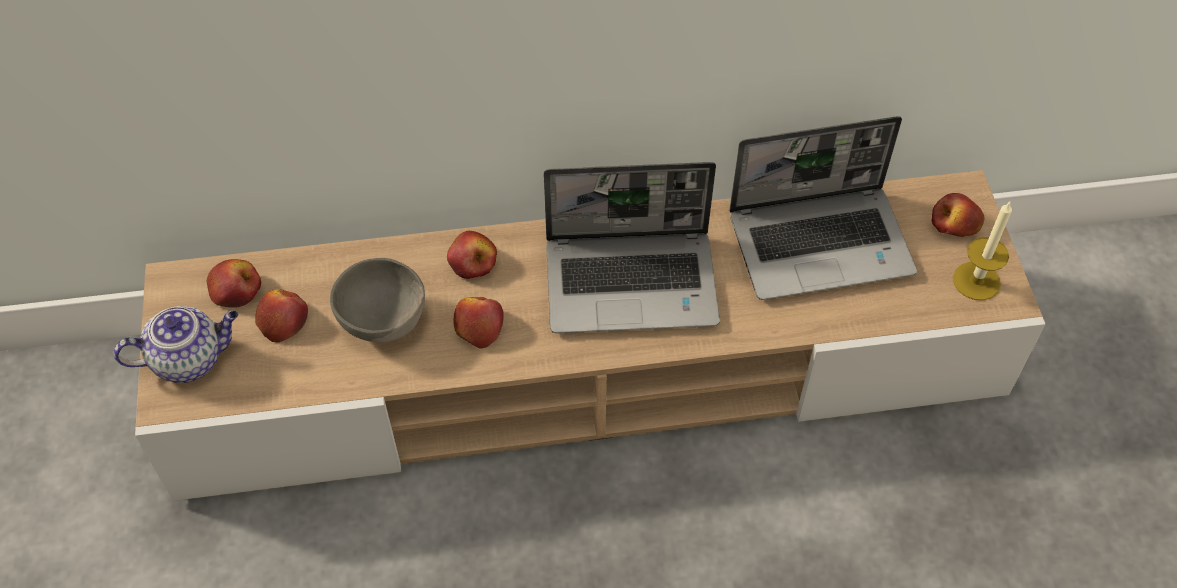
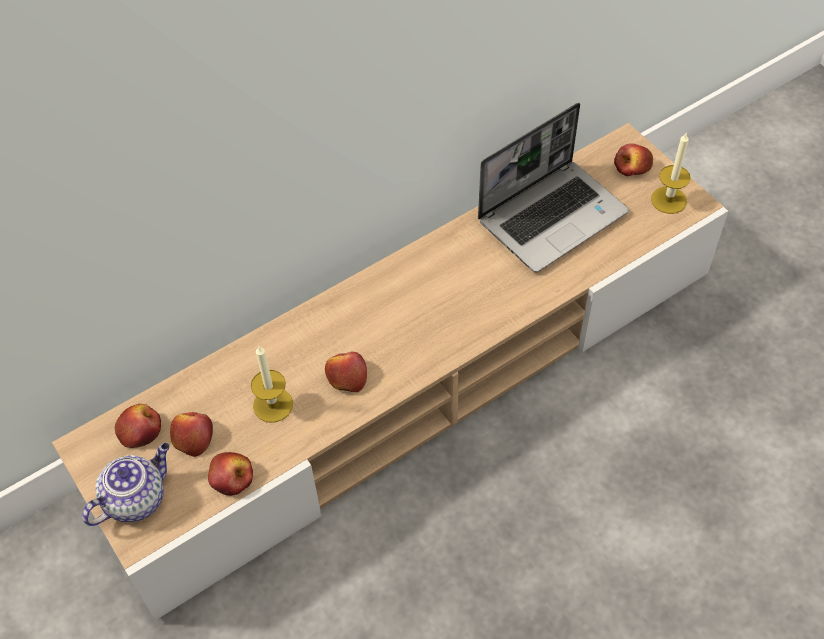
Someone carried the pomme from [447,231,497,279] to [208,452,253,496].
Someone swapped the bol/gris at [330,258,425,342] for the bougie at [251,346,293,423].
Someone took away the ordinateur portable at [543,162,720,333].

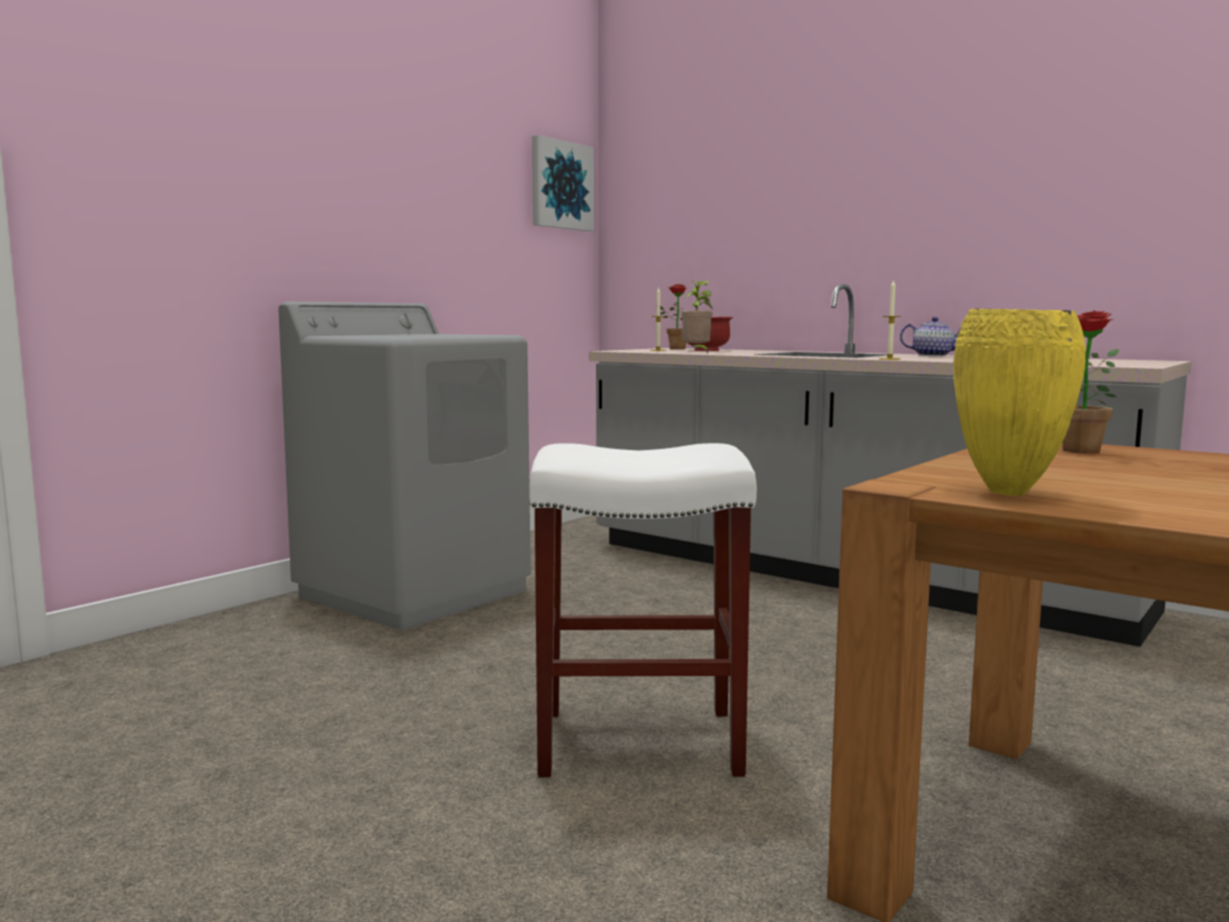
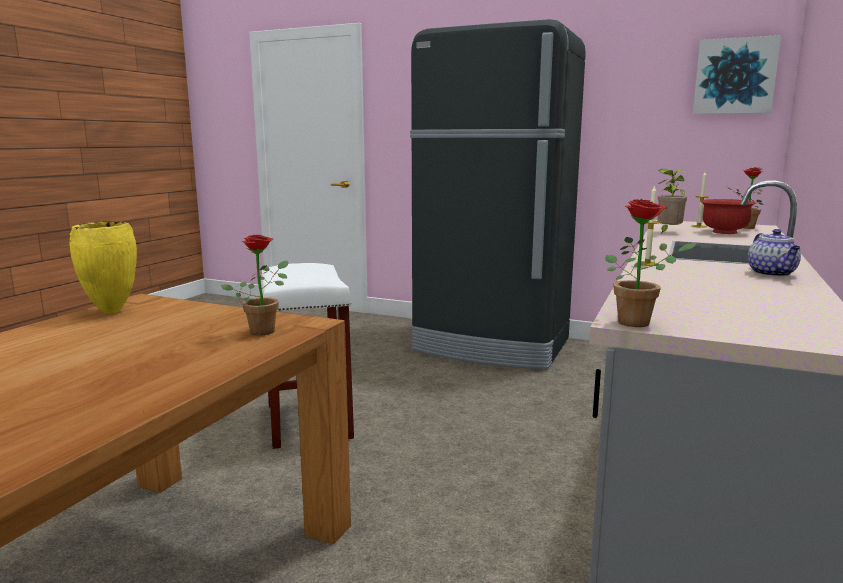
Someone swapped the lave-linge/gris at [278,302,531,630] for the réfrigérateur/noir at [410,19,586,369].
Someone put down the plante en pot at [605,199,697,327].

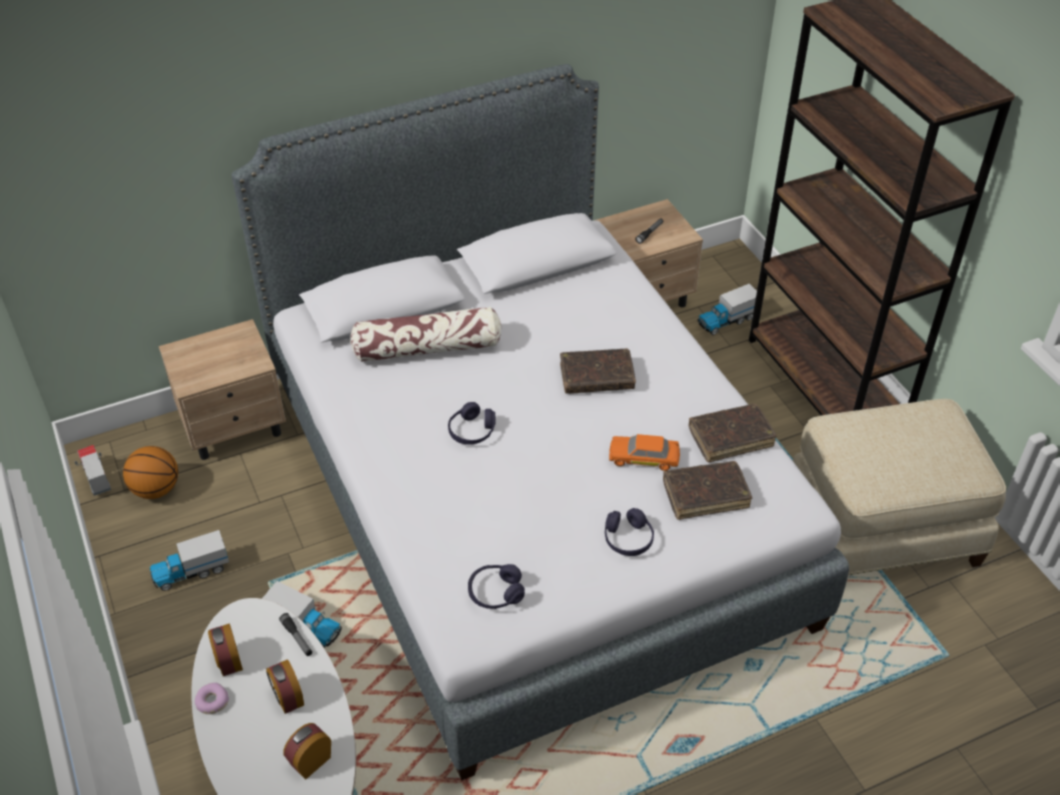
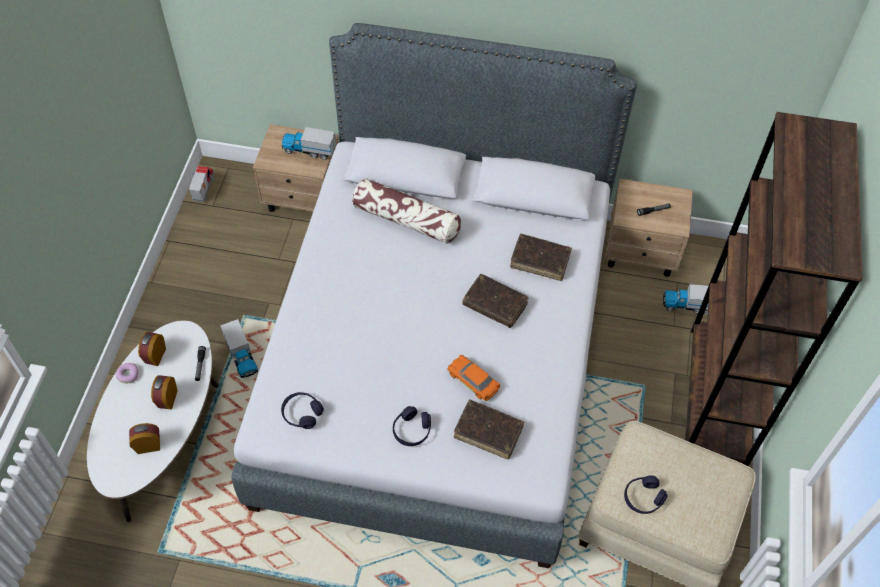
Someone carried the camion jouet from [150,530,229,591] to [282,127,336,160].
Someone carried the livre/marron from [689,404,777,463] to [510,234,572,281].
Someone carried the casque audio/violet from [448,402,495,445] to [624,475,668,514].
Someone took away the ballon de basket at [123,446,178,499].

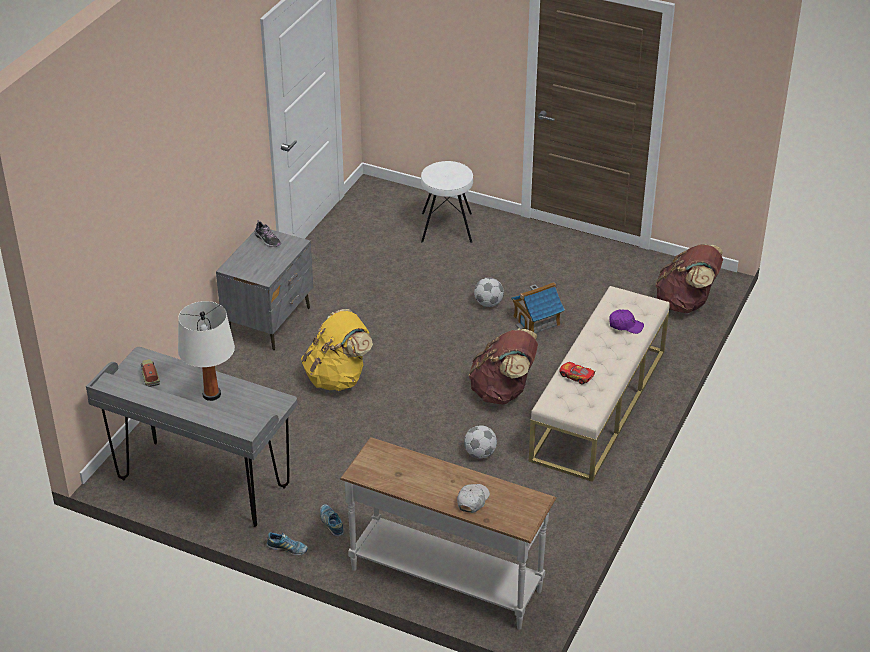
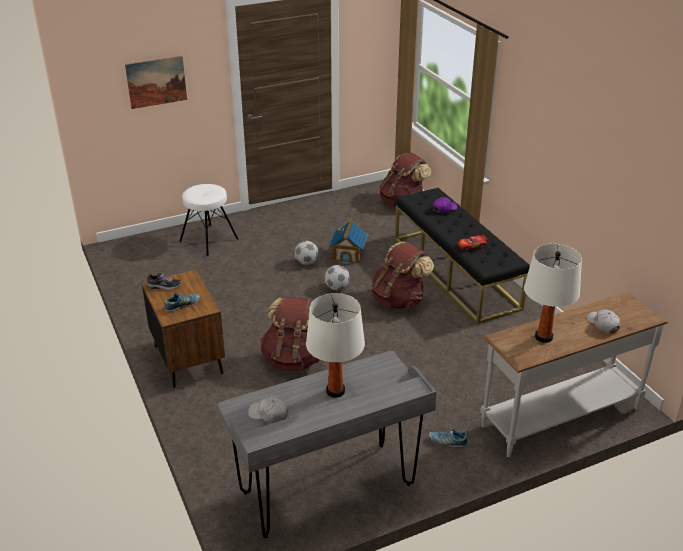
Someone put up the tableau at [125,56,187,109].
Someone repainted the table de chevet/gris at [216,229,313,350], which became the table de chevet/marron at [141,270,225,388].
Someone carried the chaussure from [267,532,308,555] to [165,293,200,312].
Someone swapped the camion jouet at [141,359,160,387] for the casquette/blanc at [248,396,288,423].
Someone repainted the sac à dos/jaune at [301,309,373,391], which became the sac à dos/marron at [260,297,320,372].
Someone carried the ballon de foot from [464,425,497,459] to [325,265,350,290].
Someone repainted the banc/beige at [529,286,670,482], which became the banc/noir at [395,188,530,324].
Someone put down the lampe de table/blanc at [524,244,582,343].

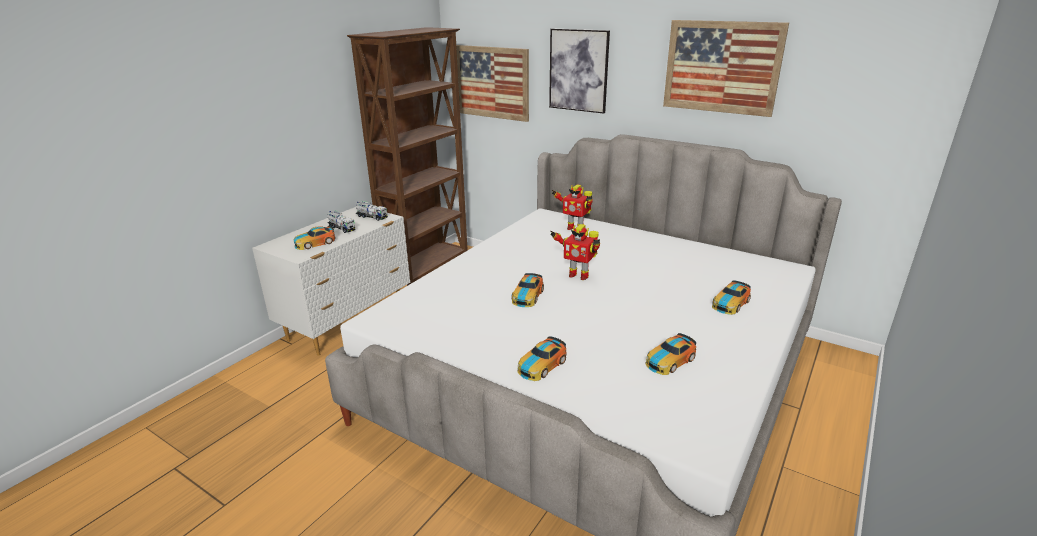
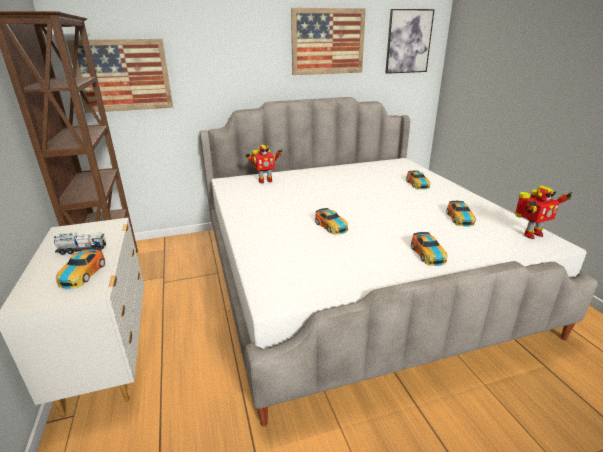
Someone carried the tableau from [549,28,610,113] to [385,9,435,74].
Someone carried the robot jouet from [550,224,600,280] to [515,186,573,239].
Someone took away the camion jouet at [355,201,388,221].

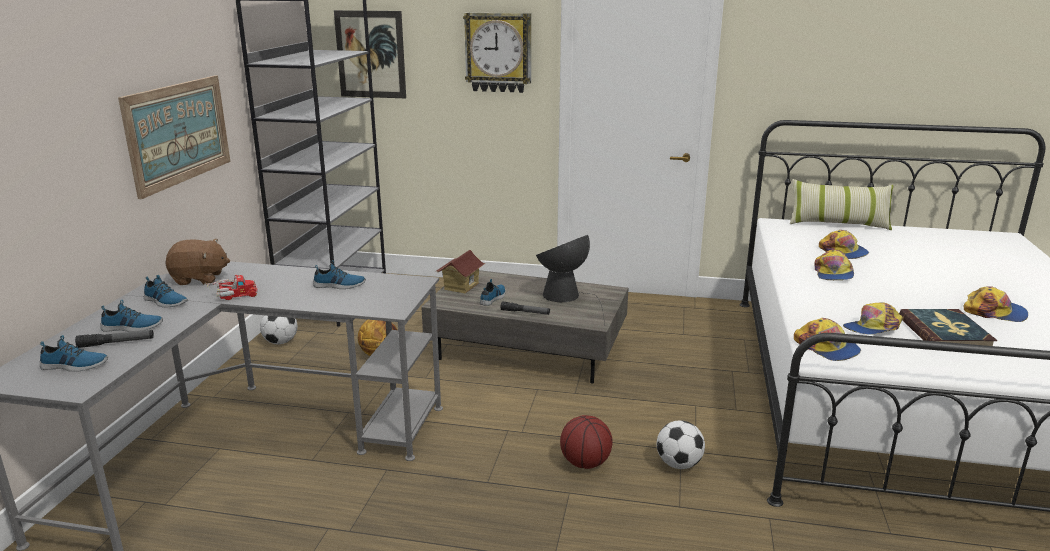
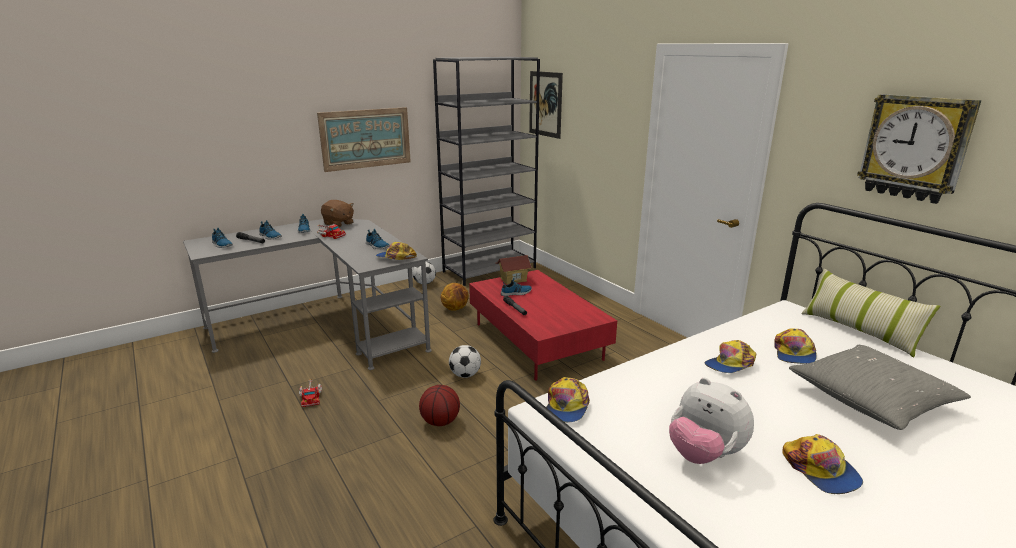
Someone put down the camion jouet at [299,378,322,407].
Someone carried the casquette from [843,302,903,335] to [376,242,417,260].
Someone carried the ballon de foot from [657,420,705,469] to [449,345,481,378].
Someone repainted the table basse/gris at [421,270,628,383], which became the table basse/rouge at [469,270,617,381].
Someone swapped the livre at [899,309,997,346] for the peluche at [669,378,754,464].
Someone put down the coussin/gris at [789,345,971,430].
Someone carried the horloge murale from [463,13,531,93] to [857,94,982,204].
Someone took away the lampe de table at [536,235,605,326].

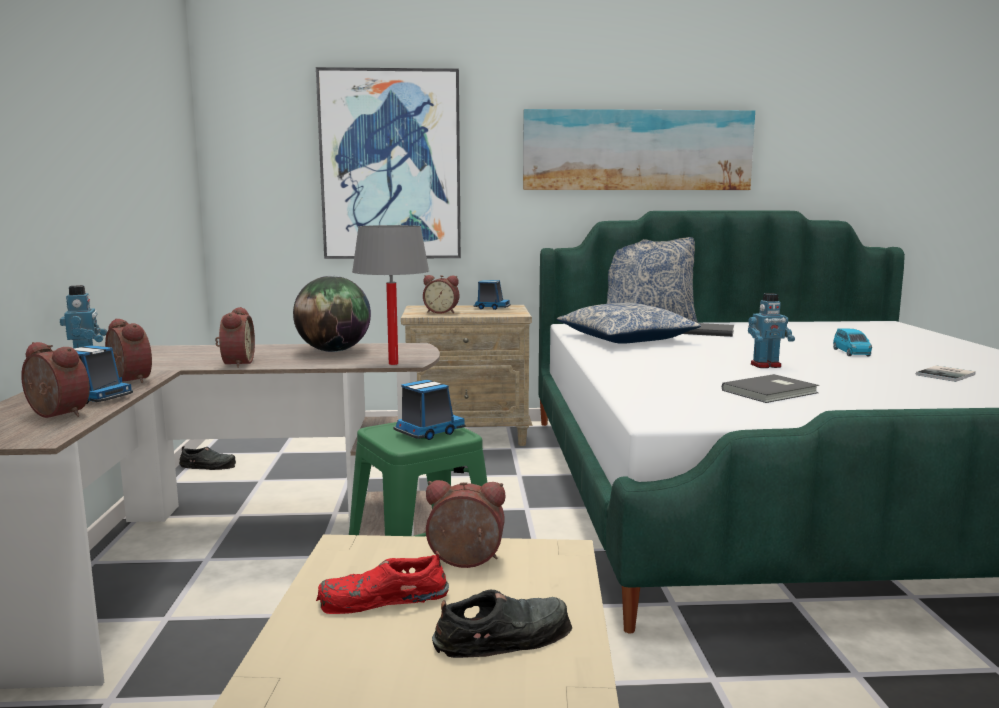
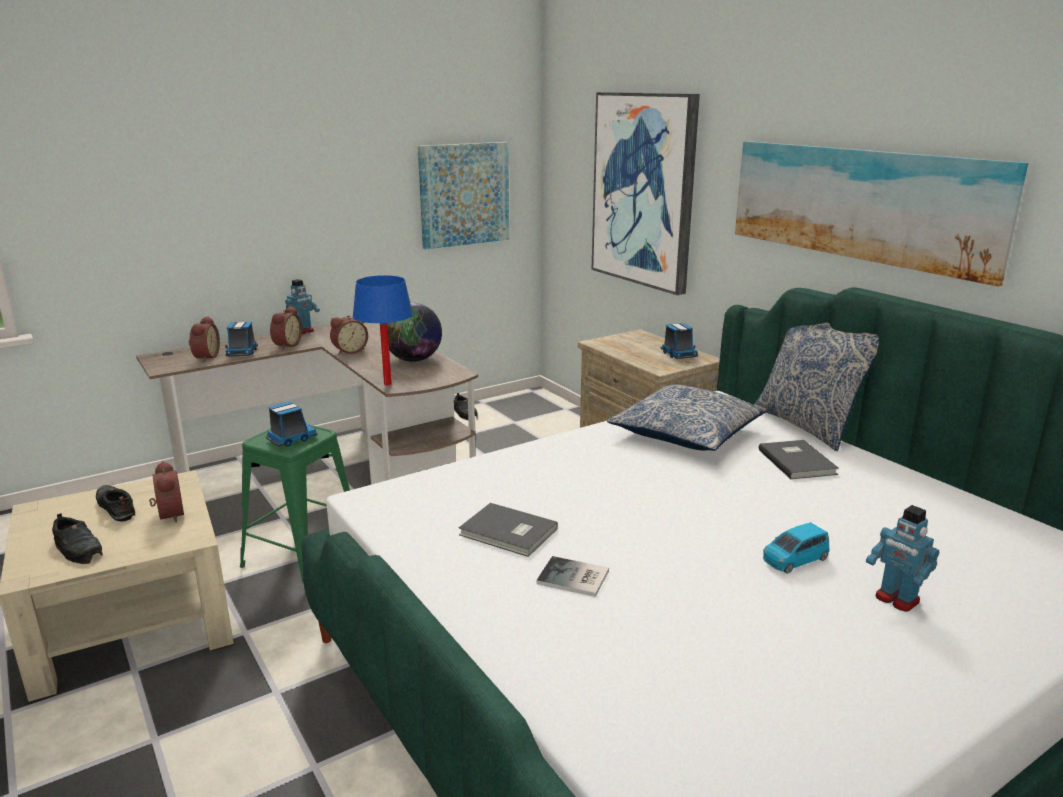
Someone repainted the chaussure/rouge at [316,551,449,614], which became the chaussure/noir at [96,485,135,522].
Someone rotated the camion jouet at [393,380,466,440] by 60 degrees counterclockwise.
Someone repainted the lampe de table/gris at [352,225,429,365], which became the lampe de table/bleu at [353,275,413,385].
Someone put up the tableau at [418,142,509,249].
Someone carried the livre from [916,366,976,382] to [536,556,609,597].
Someone carried the robot jouet from [748,293,795,368] to [866,505,939,612].
Someone took away the réveil at [423,275,459,314].

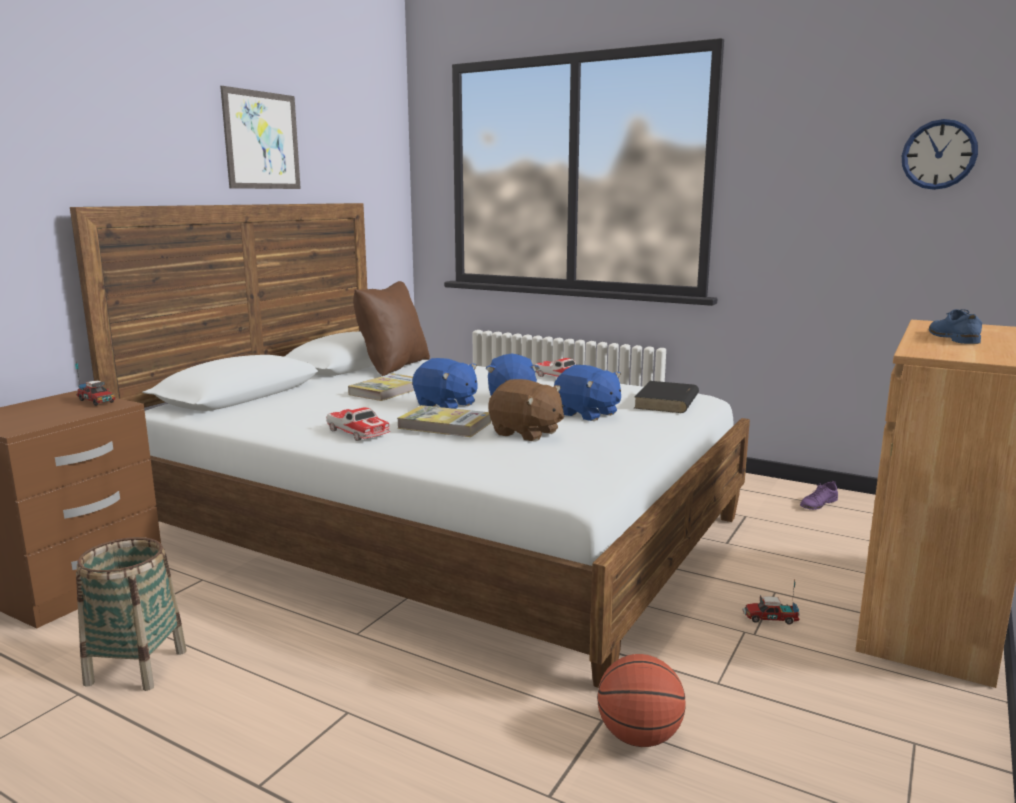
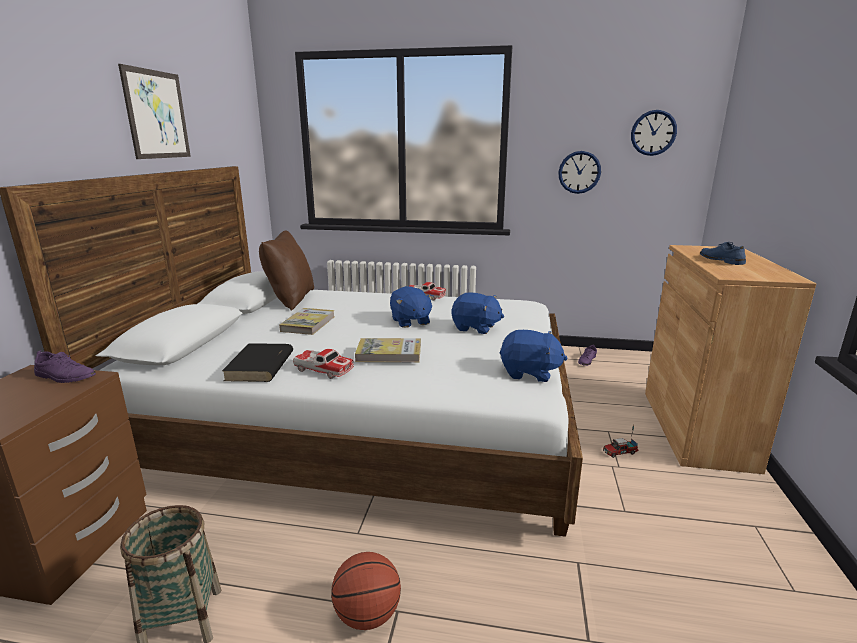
Someone swapped the camion jouet at [75,361,115,406] for the chaussure/violet at [34,350,96,383].
Someone carried the livre/noir from [634,381,699,413] to [222,343,293,382].
Someone carried the ballon de basket from [597,654,686,747] to [331,552,401,630].
Someone carried the peluche/bleu from [413,358,478,409] to [500,330,568,382].
Someone put up the horloge murale at [558,151,601,194].
Someone took away the peluche/marron at [488,379,564,442].

